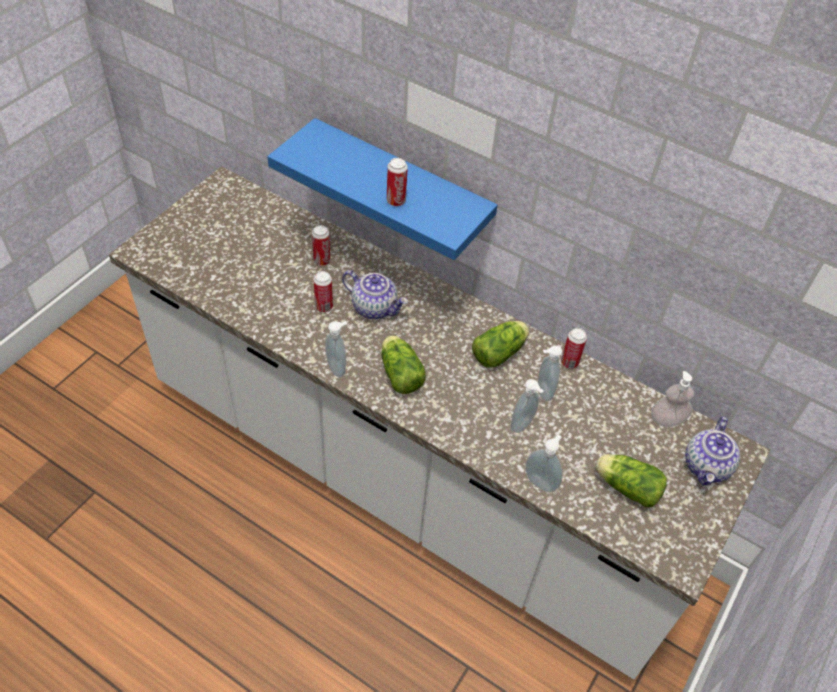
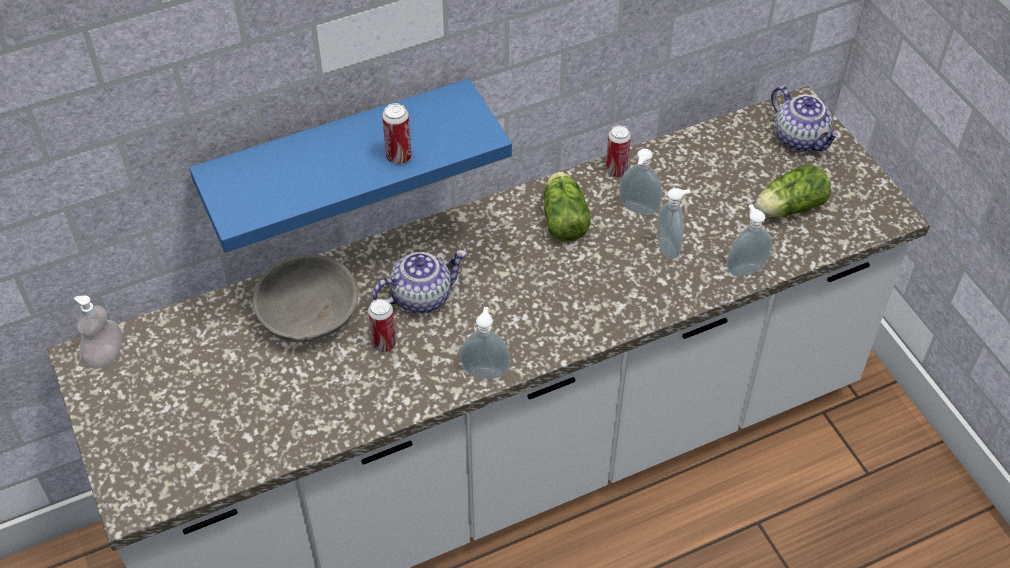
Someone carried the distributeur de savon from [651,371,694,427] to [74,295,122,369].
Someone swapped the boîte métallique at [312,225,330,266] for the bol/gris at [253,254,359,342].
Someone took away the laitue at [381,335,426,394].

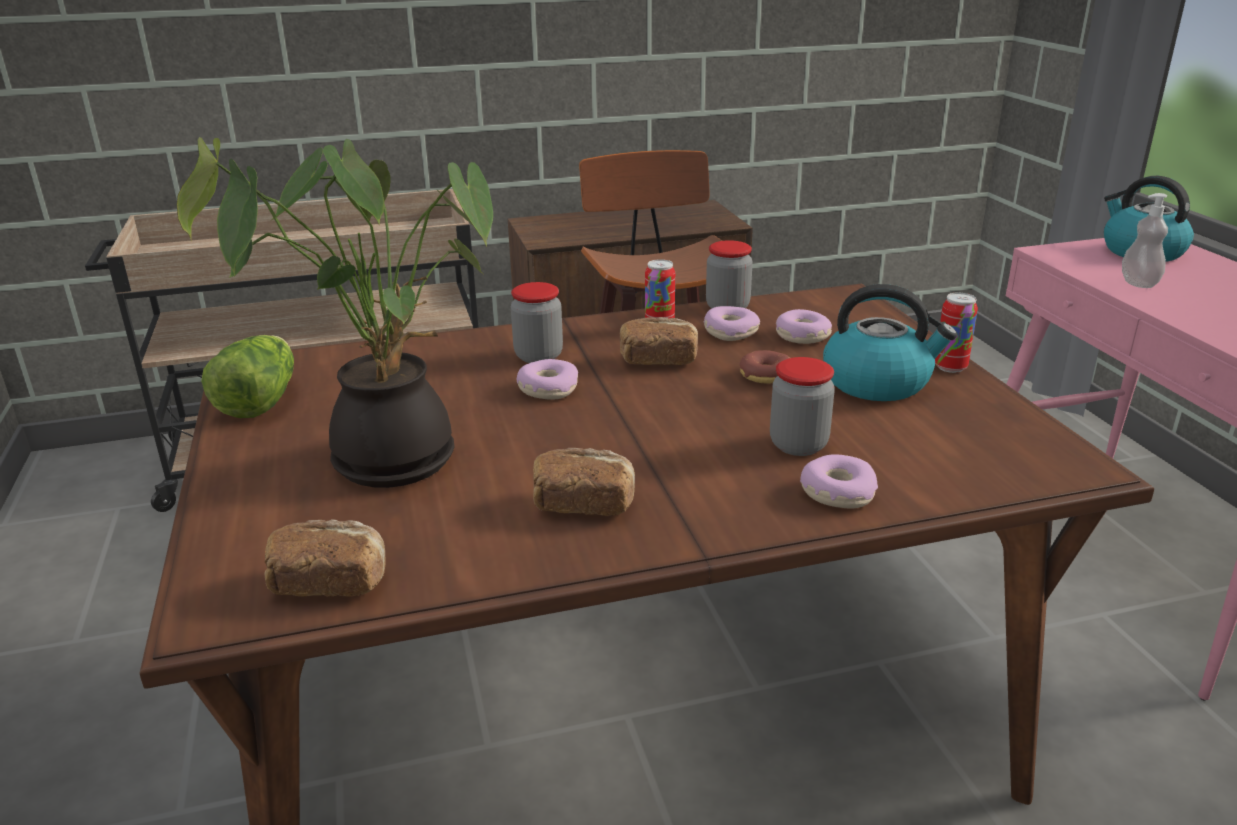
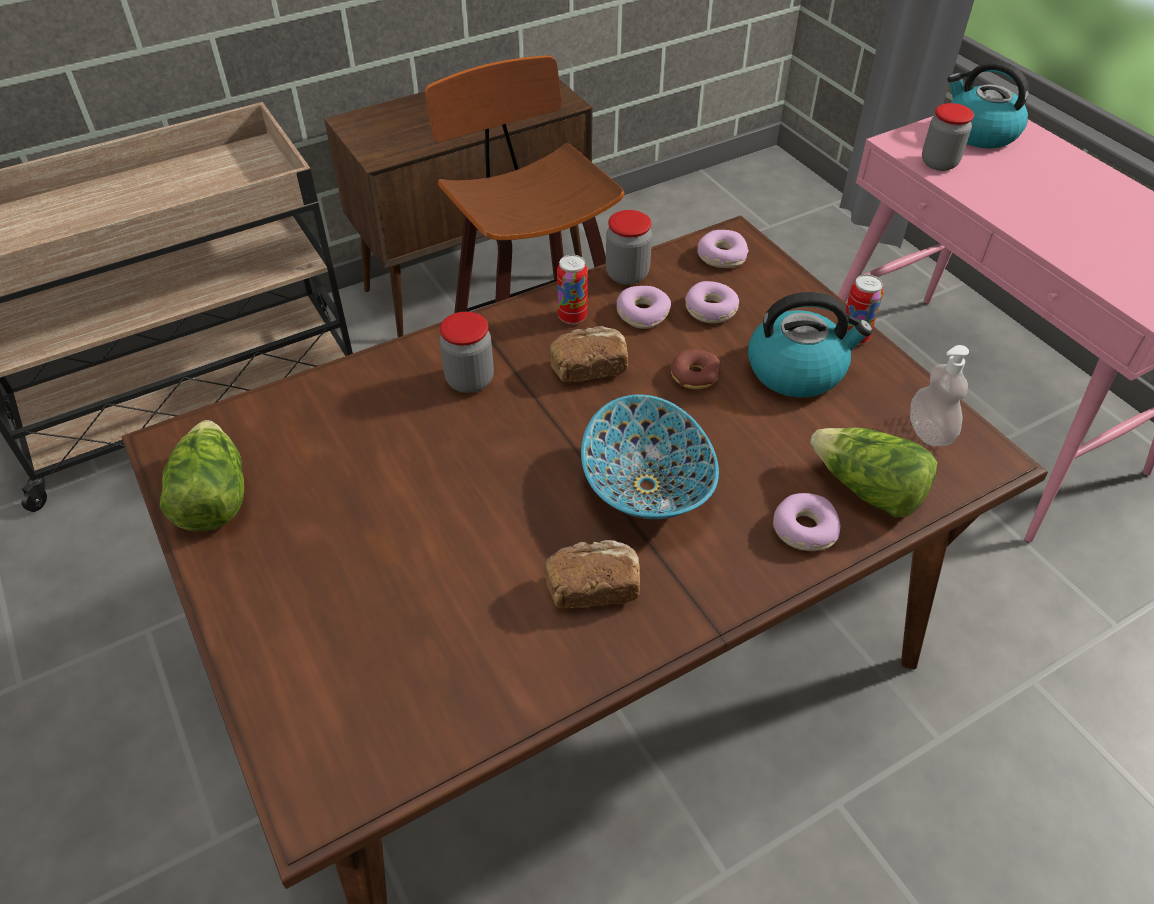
Someone put down the bol at [581,394,719,520].
Someone carried the beignet from [517,359,578,400] to [698,230,748,268].
Someone put down the laitue at [810,427,937,517].
Someone carried the distributeur de savon from [1122,193,1168,288] to [910,345,969,446].
Someone carried the bocal from [770,357,835,456] to [922,103,974,171].
Someone took away the plante en pot at [177,137,493,488].
Someone took away the pain at [264,520,386,597].

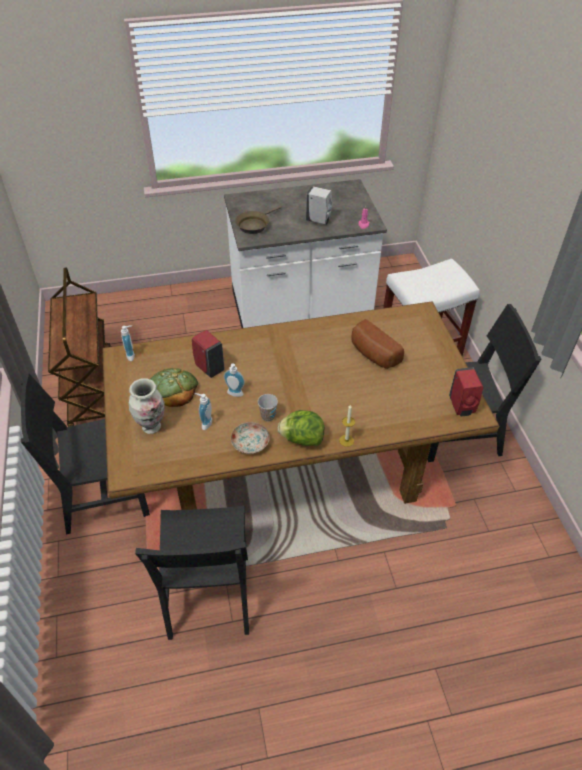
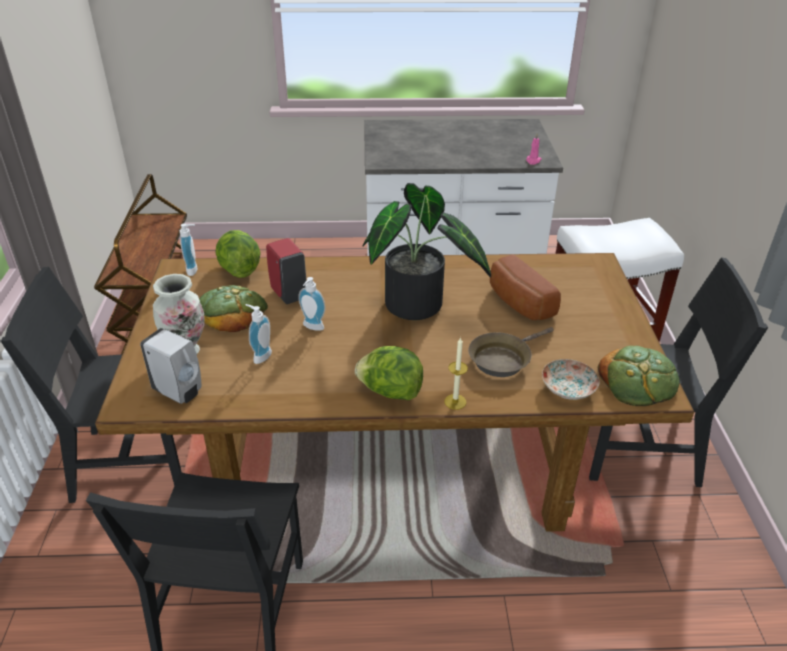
Someone carried the distributeur de savon/blanc from [306,186,332,225] to [140,328,202,404].
Someone put down the laitue at [216,230,261,278].
Someone put down the plante en pot at [363,183,491,320].
Someone carried the poêle/marron from [235,206,282,234] to [468,327,554,377].
Someone carried the assiette from [231,422,270,454] to [542,359,600,400].
Someone swapped the distributeur de savon/rouge at [449,367,483,416] for the pain at [598,346,680,406].
Someone took away the tasse at [258,394,278,421].

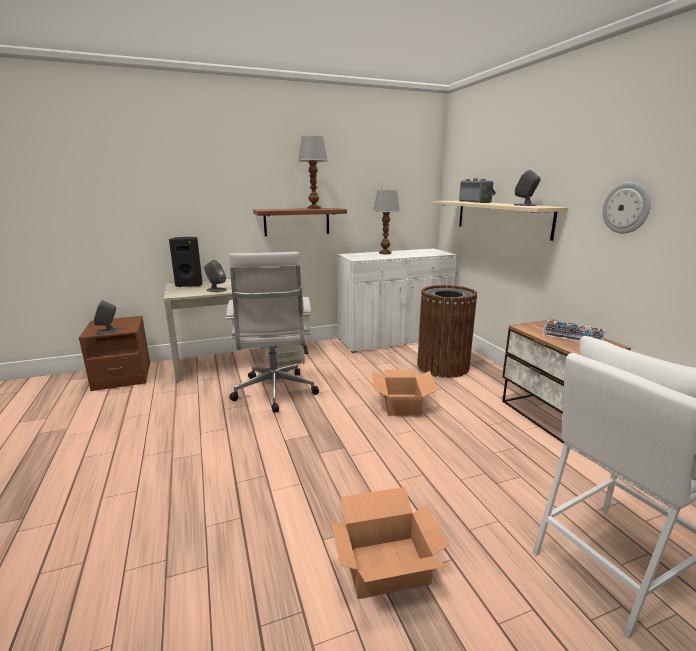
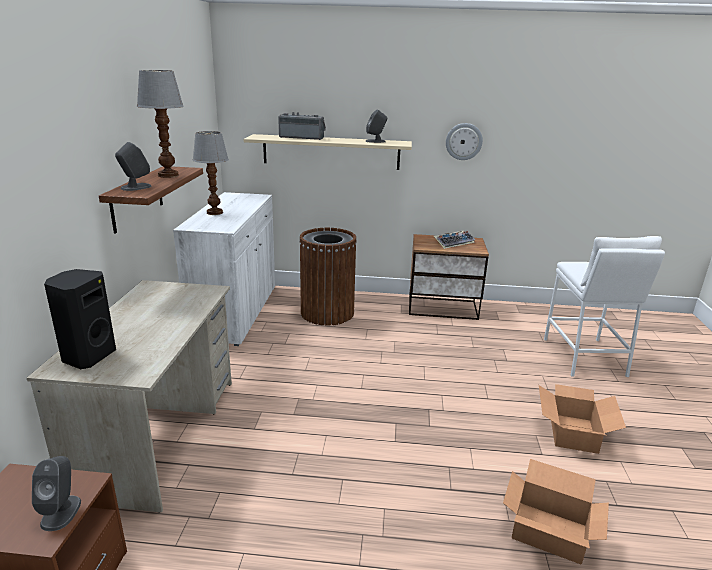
Someone carried the enceinte/gris from [204,260,227,292] to [115,142,152,191].
Someone carried the carton from [372,369,438,416] to [503,459,609,564].
Someone took away the chaise de bureau/blanc at [226,252,319,413].

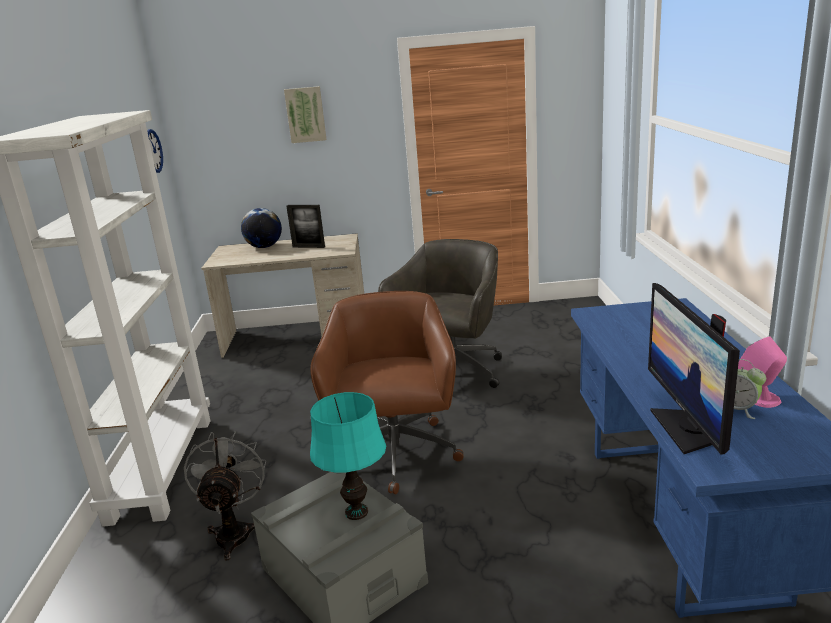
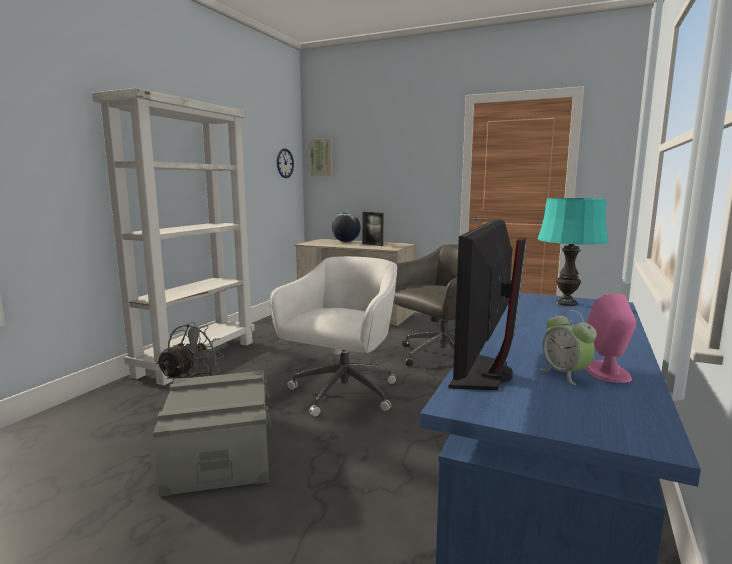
Someone repainted the chaise de bureau/marron at [310,291,464,494], which became the chaise de bureau/blanc at [270,256,397,417].
Someone carried the tableau from [284,86,327,143] to [309,138,333,176].
Someone carried the lampe de table/turquoise from [310,392,386,520] to [538,198,608,306].

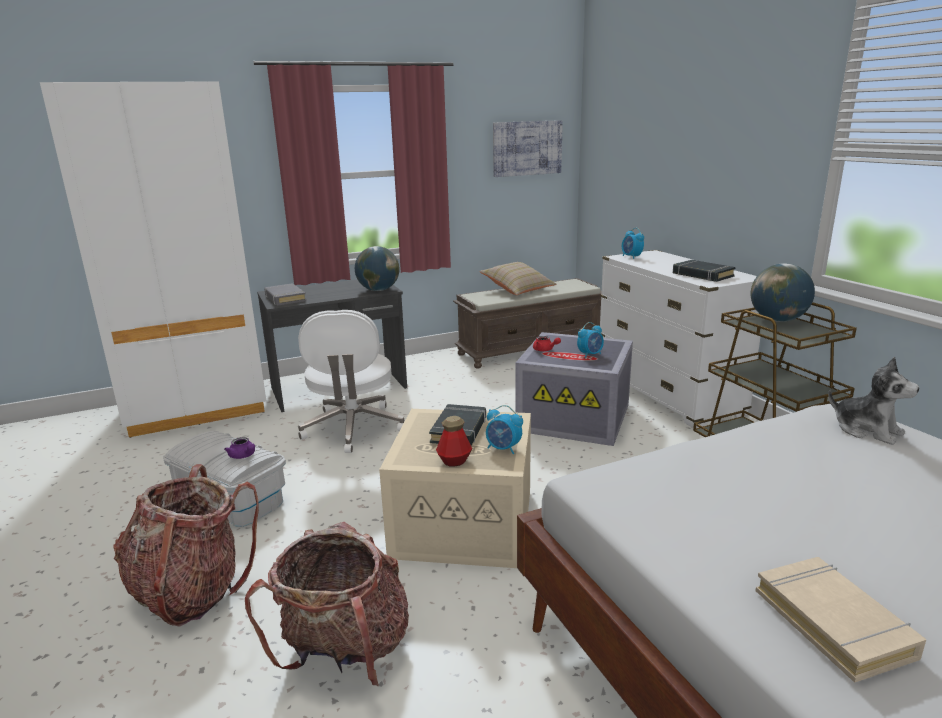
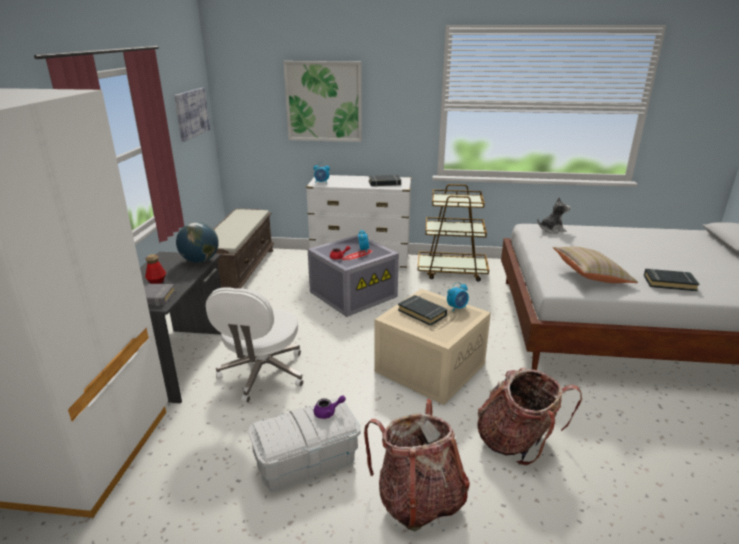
Someone carried the bouteille from [436,416,472,467] to [145,254,166,284].
Someone rotated the chaise de bureau/blanc at [298,310,404,453] by 75 degrees clockwise.
Someone put up the tableau at [283,61,362,142].
Someone carried the coussin/beige from [480,262,556,295] to [553,246,638,283].
Someone repainted the livre/beige at [756,557,927,683], which became the livre/noir at [644,268,700,291].
Someone took away the globe at [751,263,815,322].

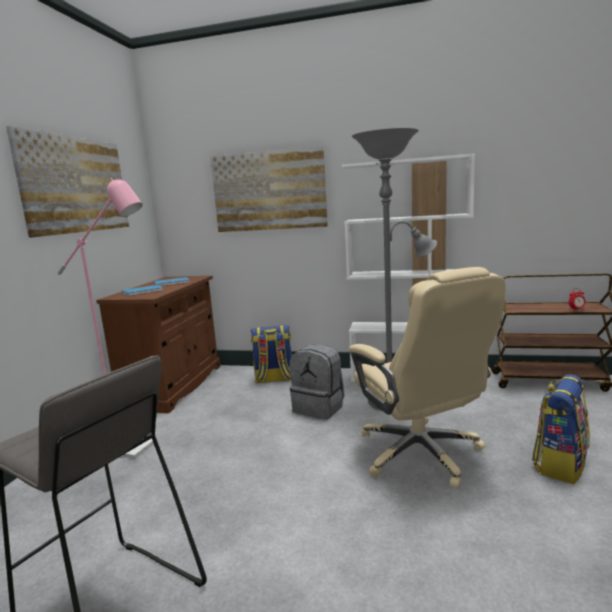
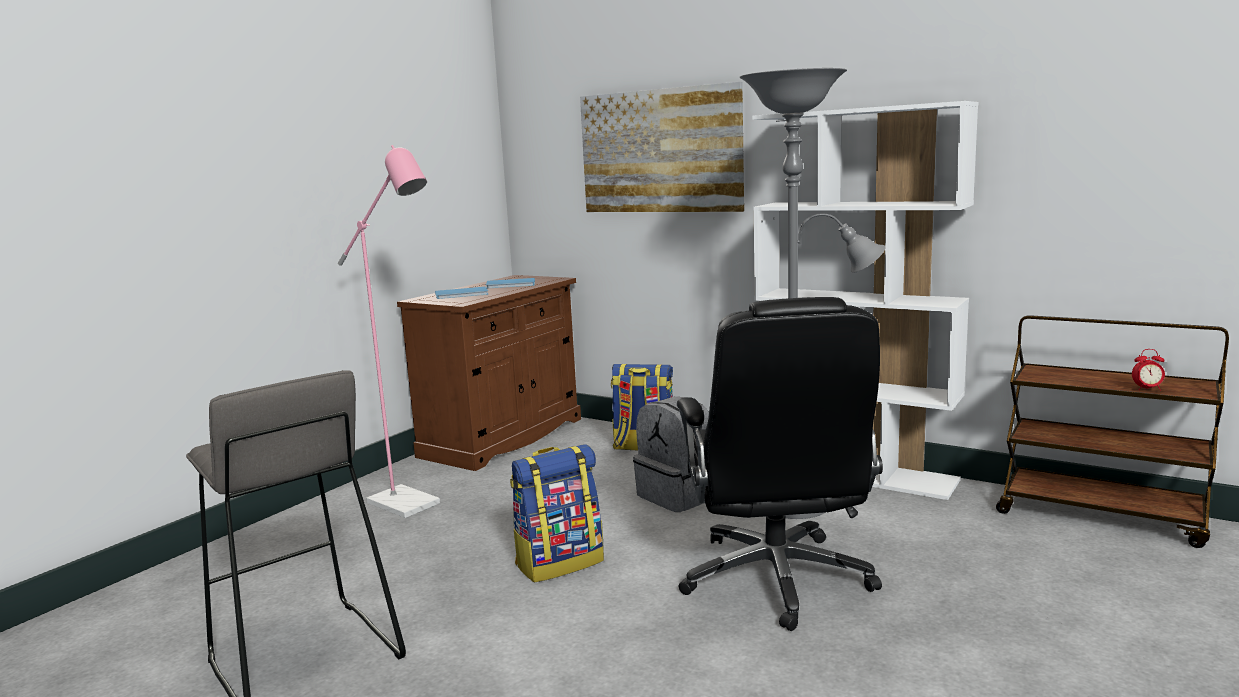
Someone carried the sac à dos from [532,374,590,484] to [510,444,604,583].
Someone repainted the chaise de bureau/beige at [349,267,506,489], which became the chaise de bureau/noir at [677,297,883,631].
Someone took away the tableau at [6,126,129,238].

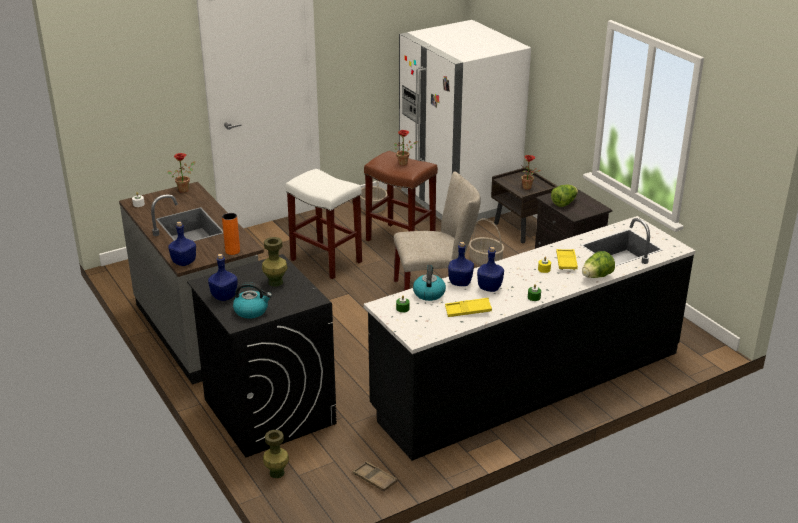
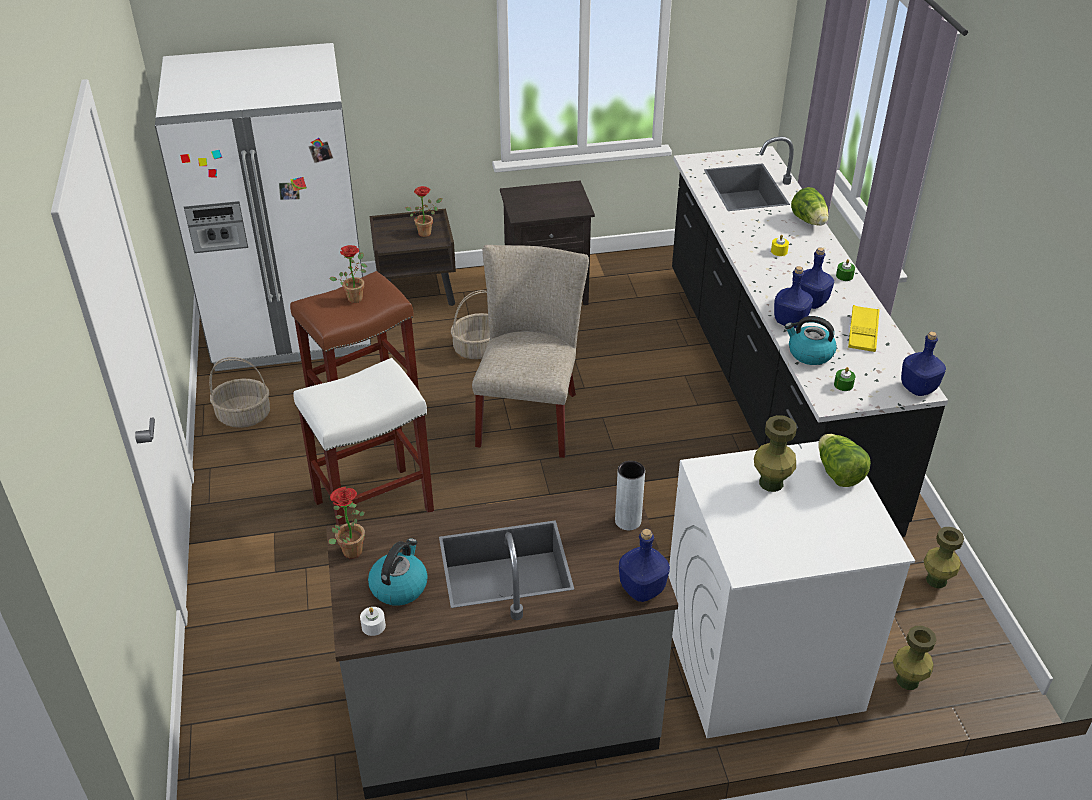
Someone carried the bouilloire from [233,282,272,319] to [368,538,428,606].
Someone repainted the vase/orange at [222,213,240,255], which became the vase/gris at [615,461,645,530].
Someone repainted the lave-linge/noir at [187,254,337,457], which became the lave-linge/blanc at [668,441,915,738].
Someone carried the laitue from [551,185,578,207] to [818,434,871,487].
Someone carried the bouteille/bleu from [208,254,238,301] to [901,331,946,396].
Someone swapped the plateau/marron at [353,461,398,491] for the vase/vert at [924,527,964,588].
Someone took away the plateau/jaune at [556,249,578,270].

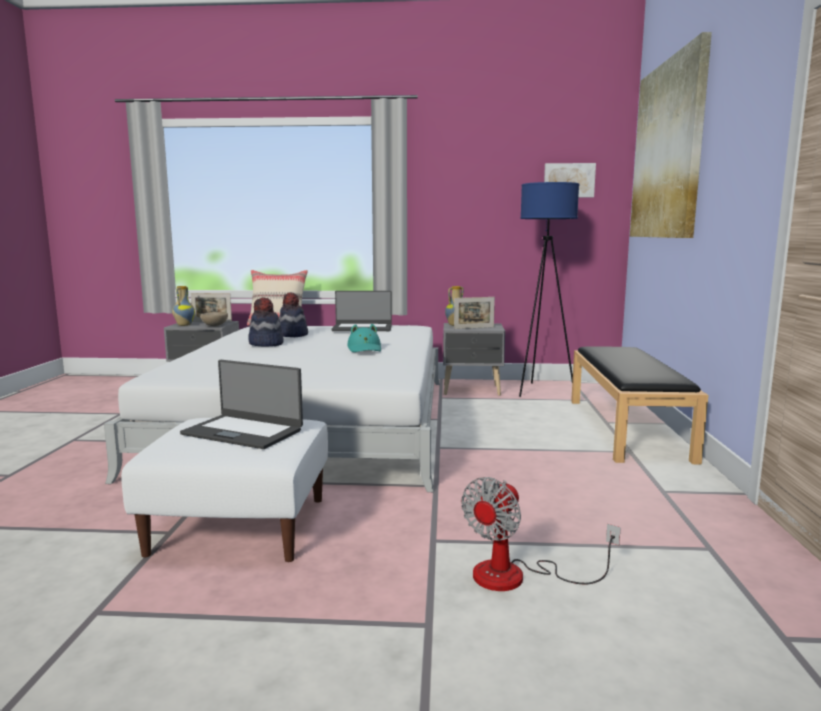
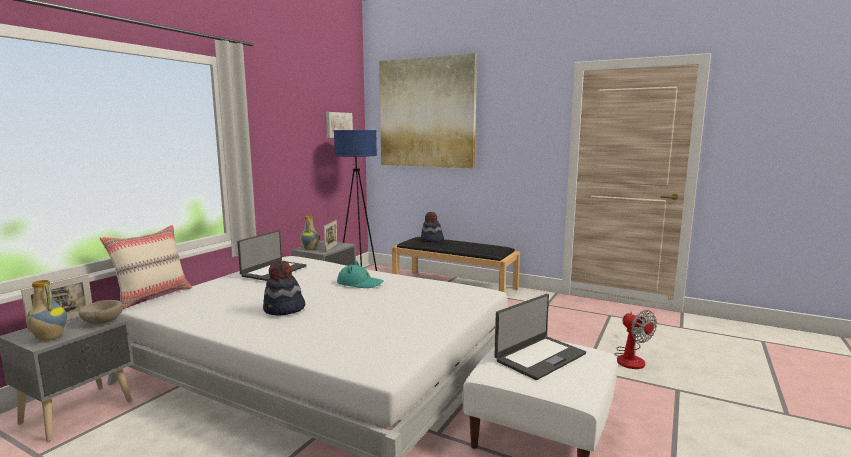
Someone carried the chapeau from [279,293,308,337] to [421,212,444,242].

